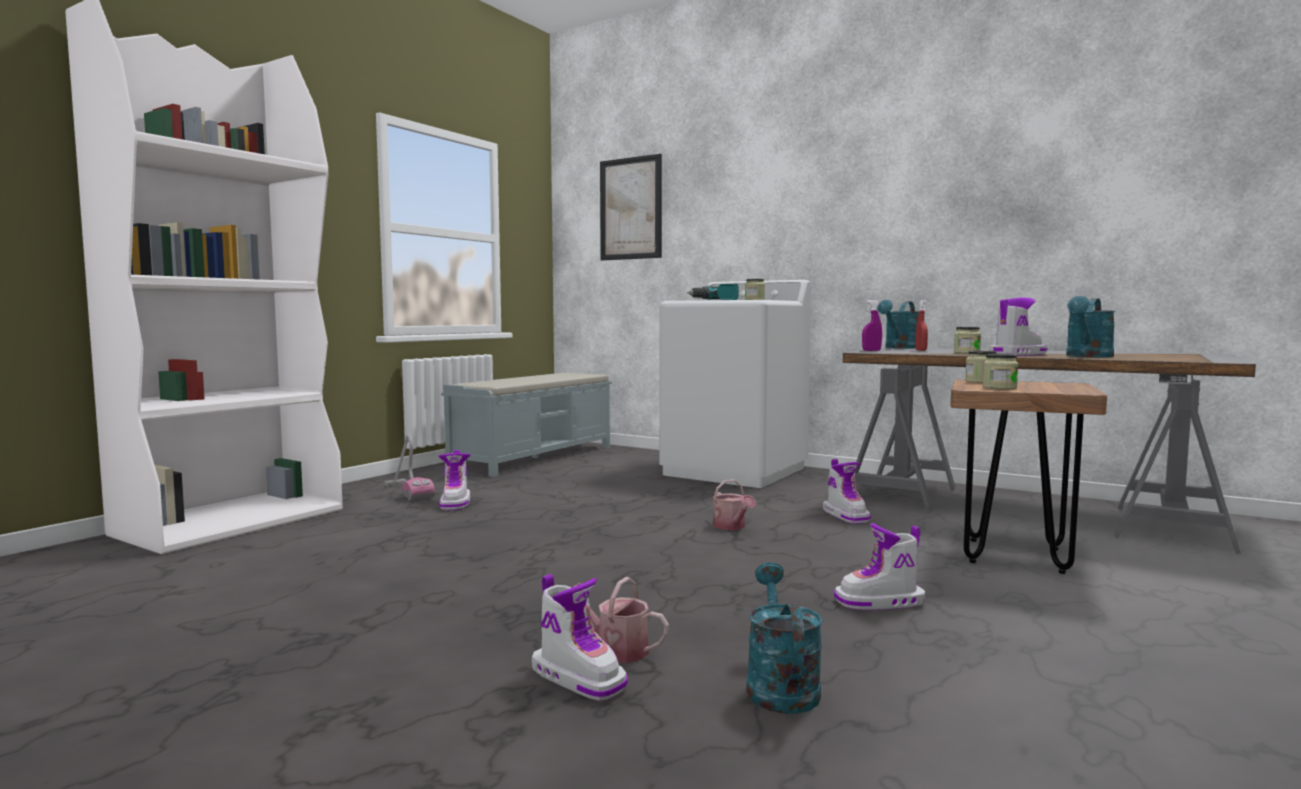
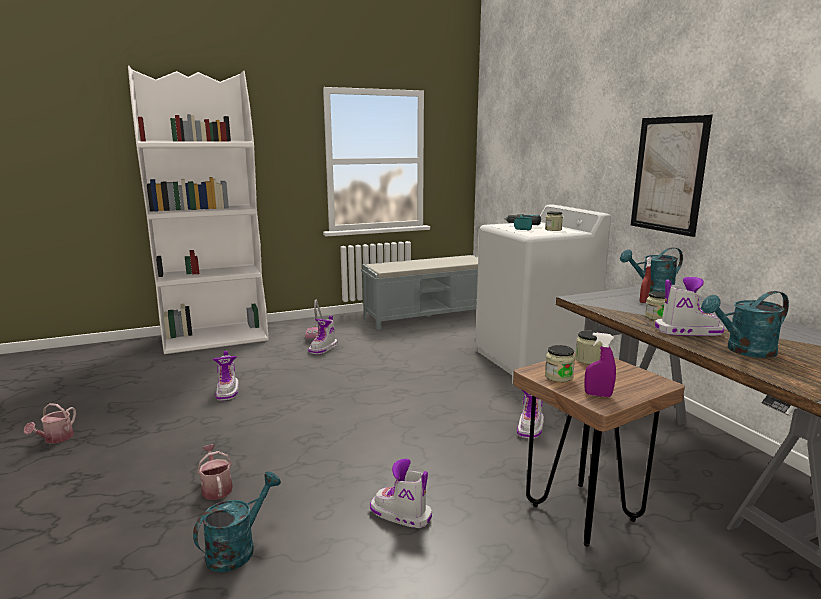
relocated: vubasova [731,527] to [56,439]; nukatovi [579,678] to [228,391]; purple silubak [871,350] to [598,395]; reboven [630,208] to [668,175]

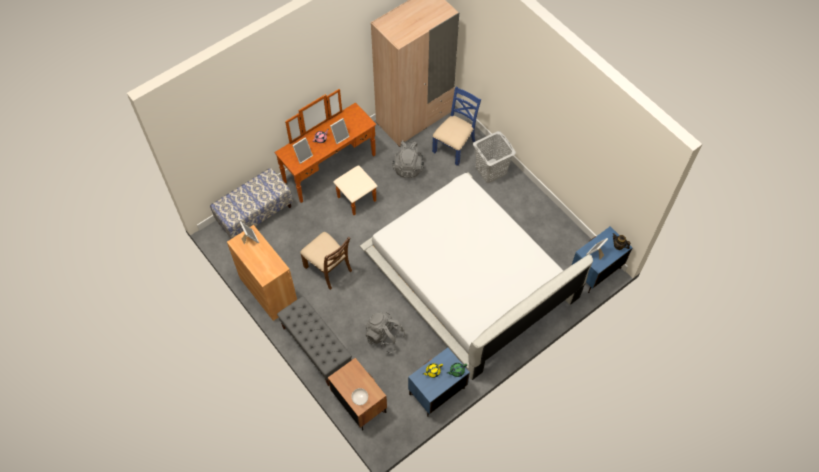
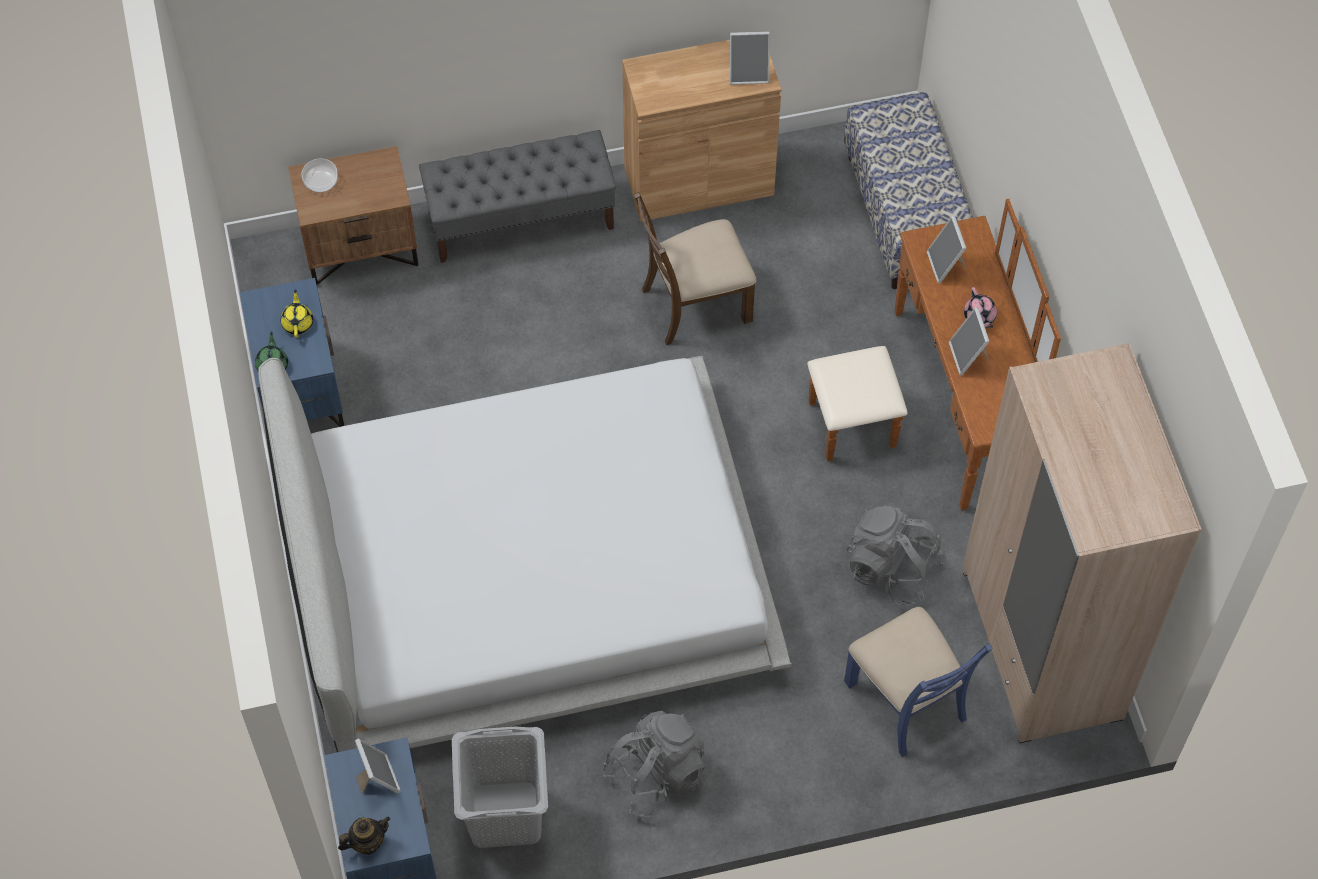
relocated: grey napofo [491,171] to [504,815]; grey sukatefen [385,337] to [656,774]

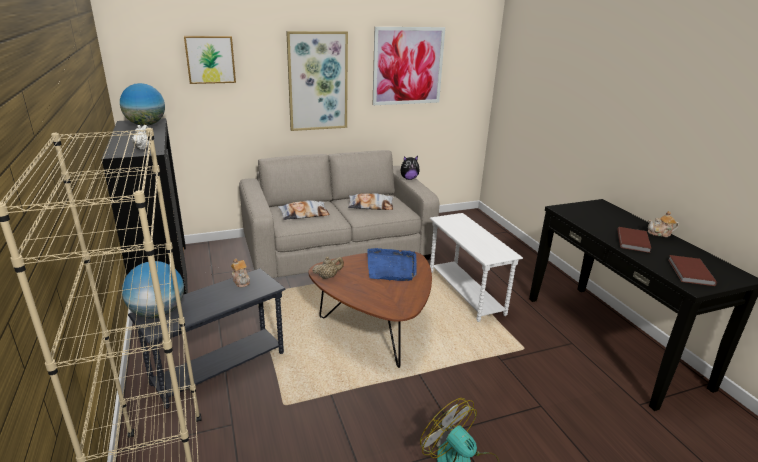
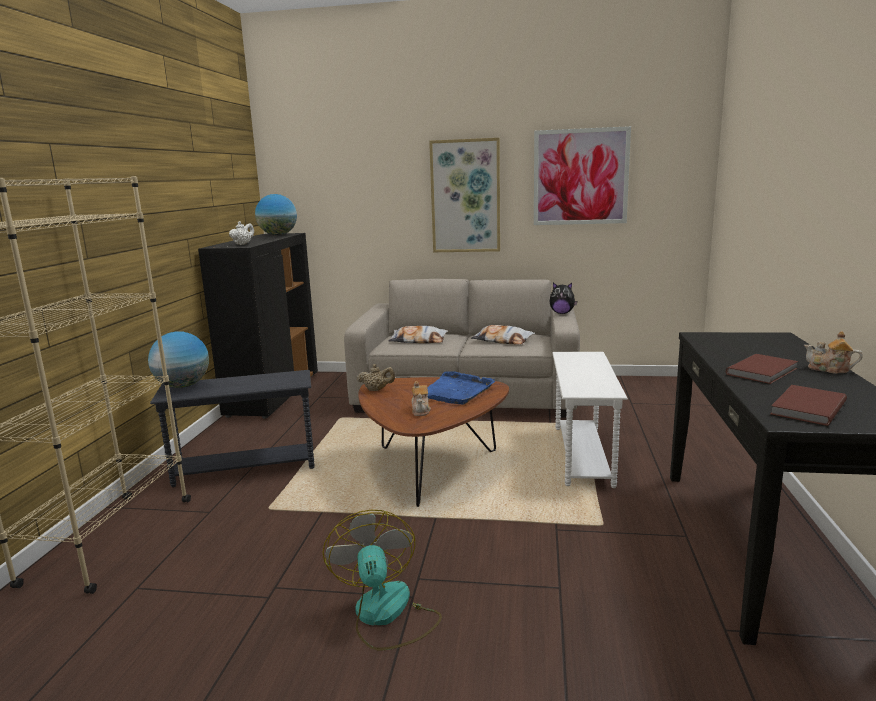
missing: reboven [210,59]
relocated: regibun [241,281] to [421,410]

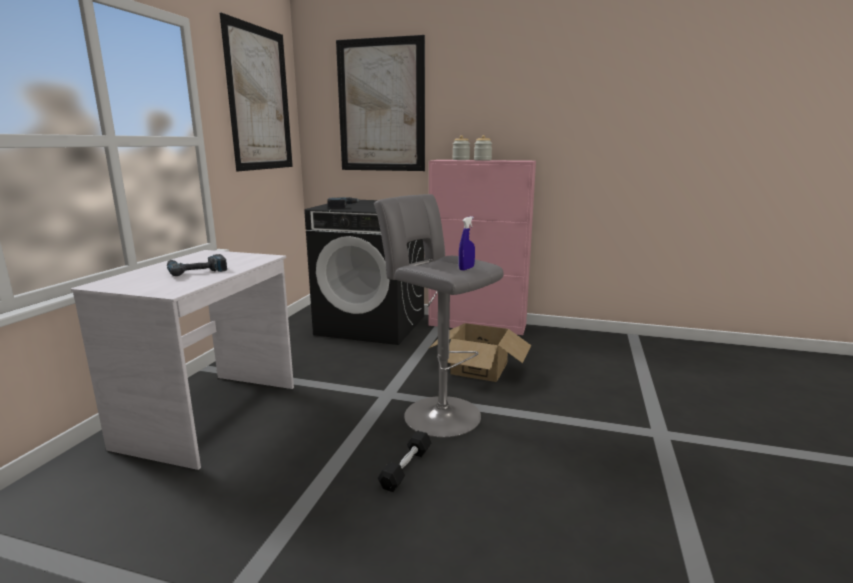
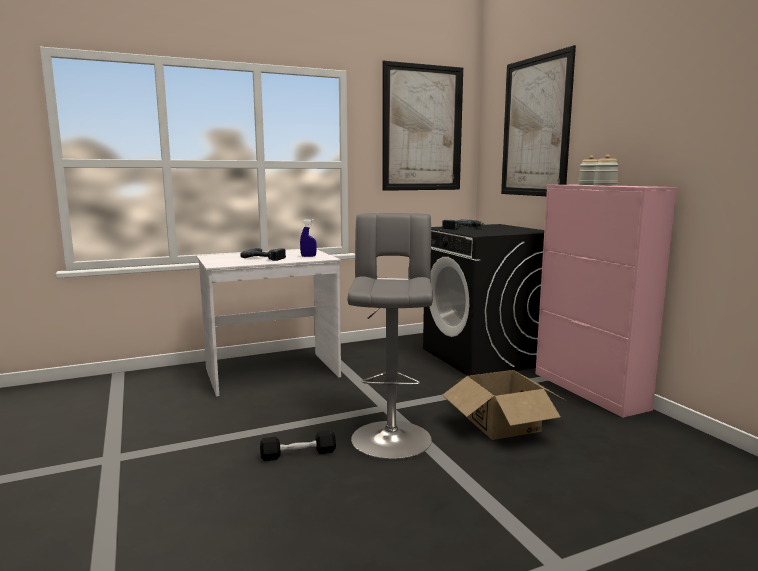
relocated: blue silubak [466,268] to [308,256]

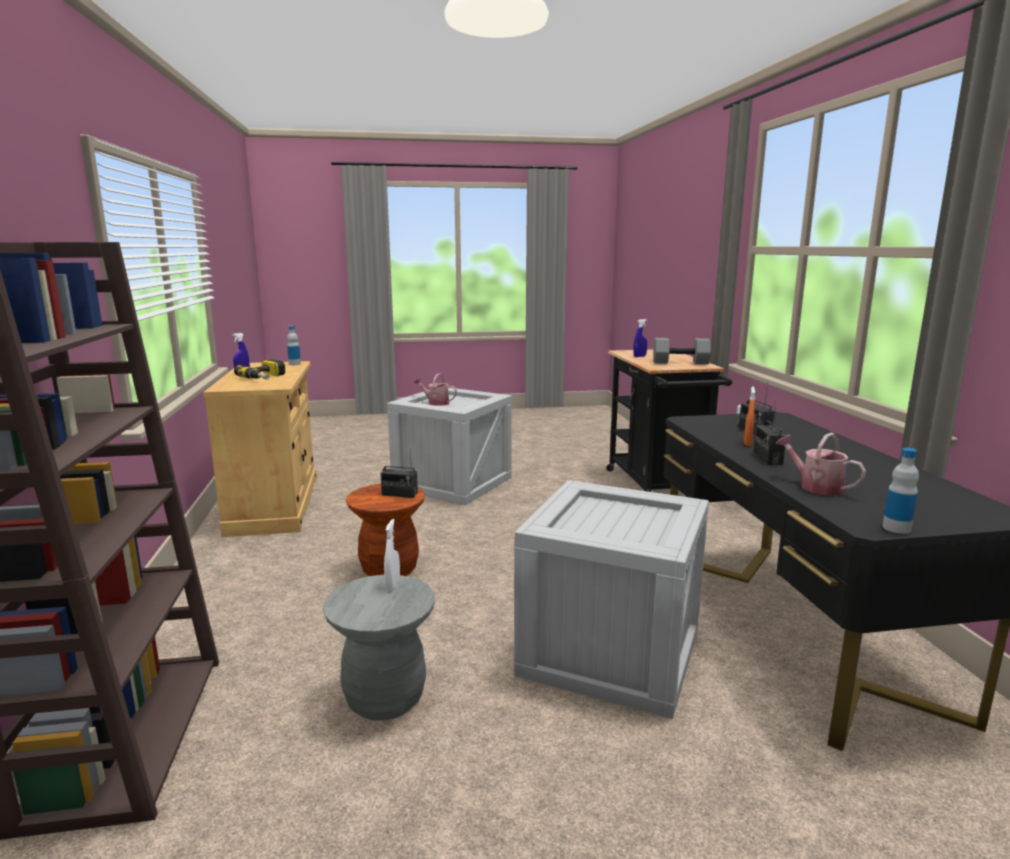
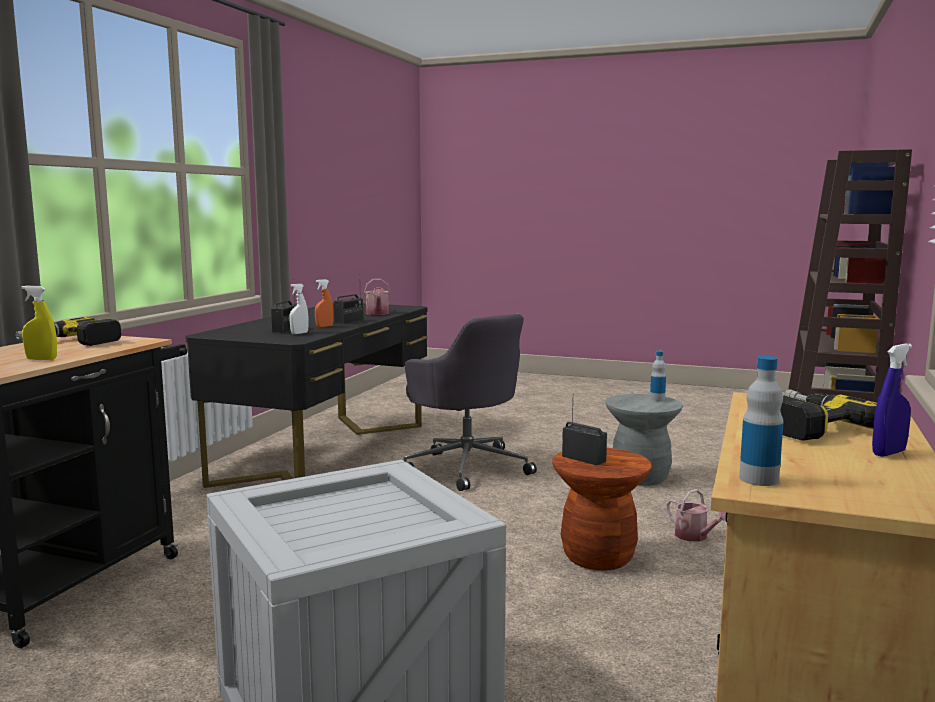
relocated: white silubak [392,585] to [299,333]; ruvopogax [896,528] to [657,399]; vubasova [436,403] to [695,536]
exchanged: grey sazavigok [680,362] to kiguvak [71,343]; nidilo [609,650] to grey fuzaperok [467,467]
colour: blue silubak [639,356] to yellow silubak [41,359]

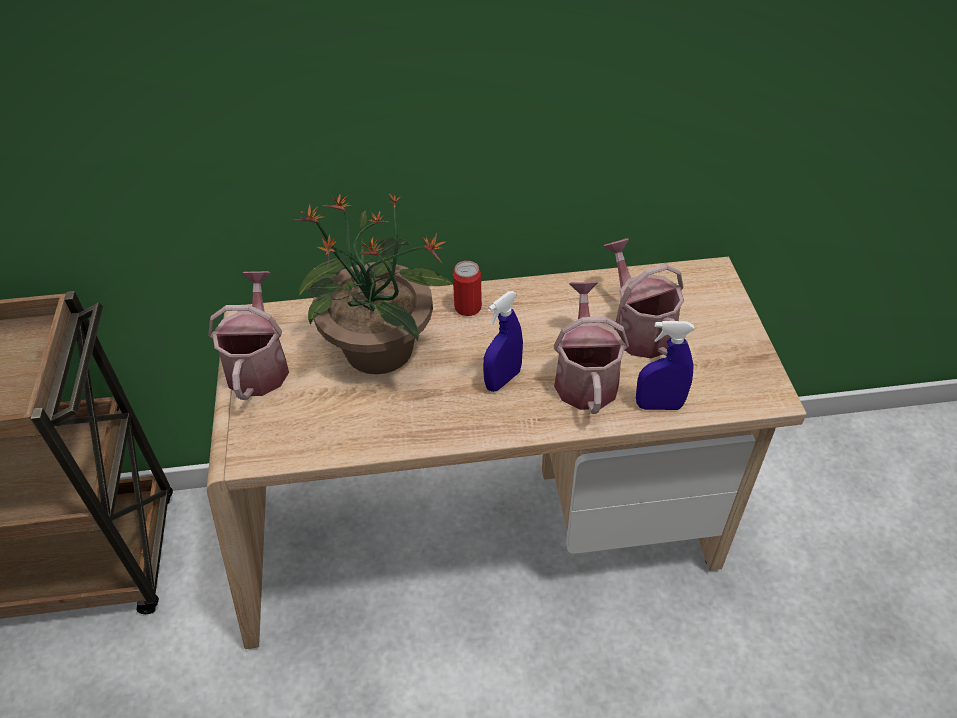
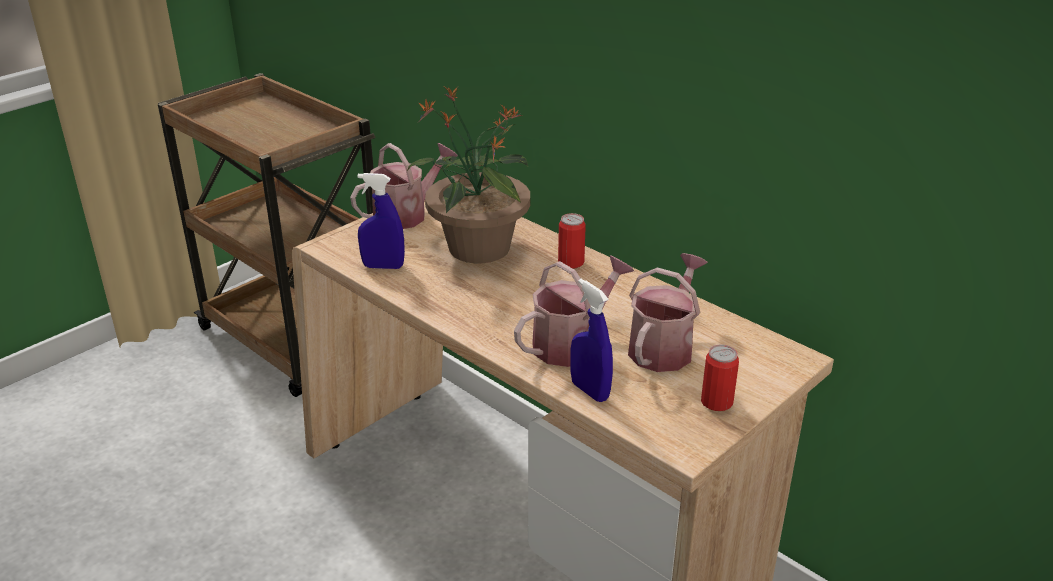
appeared: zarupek [716,402]
relocated: blue silubak [502,380] to [383,266]

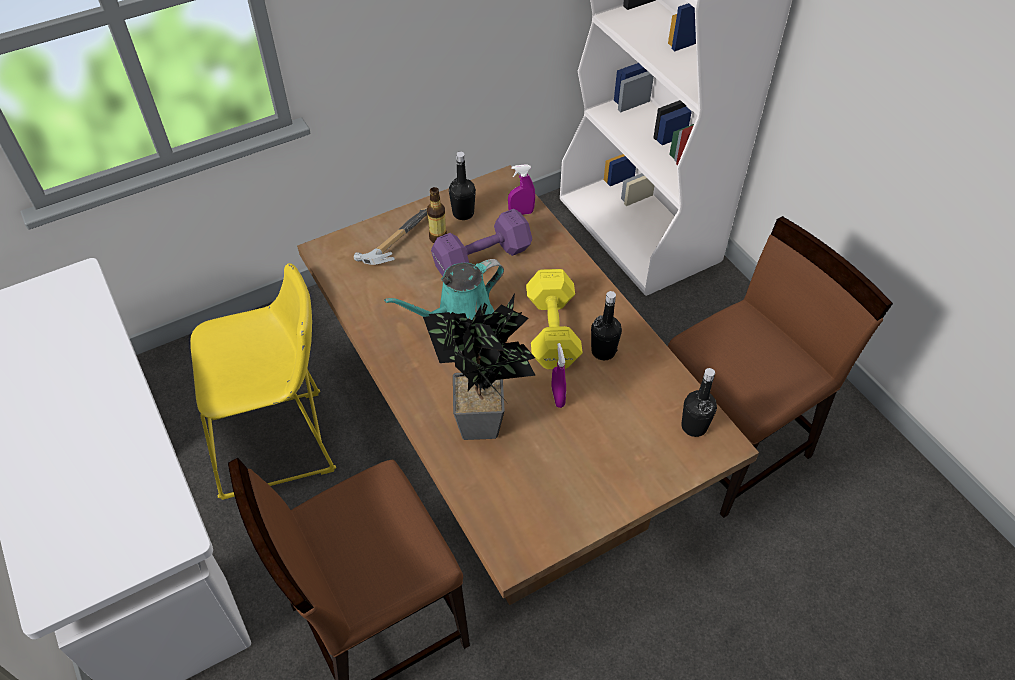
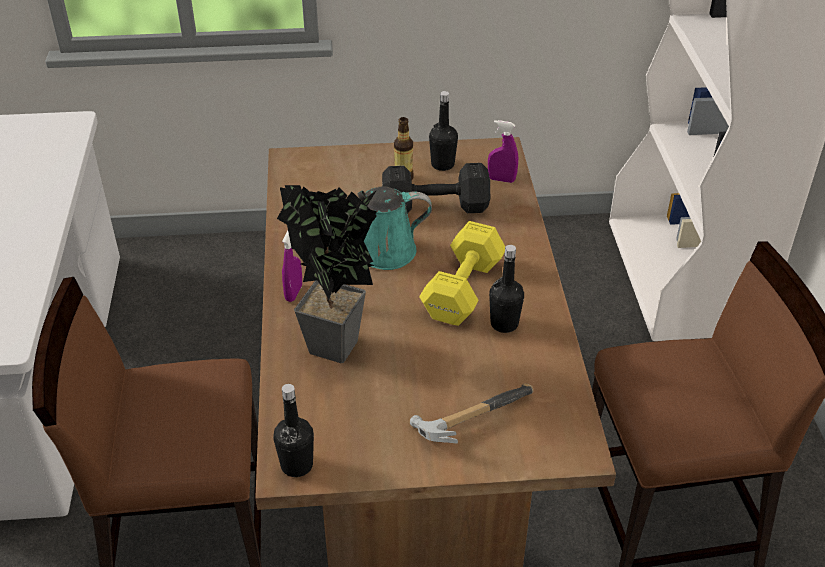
missing: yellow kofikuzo [280,443]
relocated: black ruvopogax [694,426] to [297,465]; purple silubak [558,397] to [293,293]; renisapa [392,243] to [469,418]
colour: purple sazavigok [480,258] to black sazavigok [432,206]

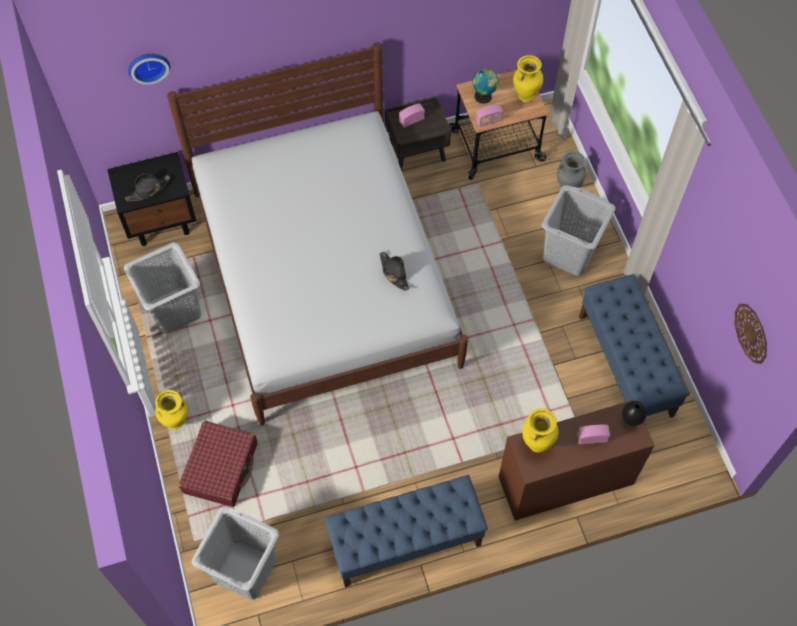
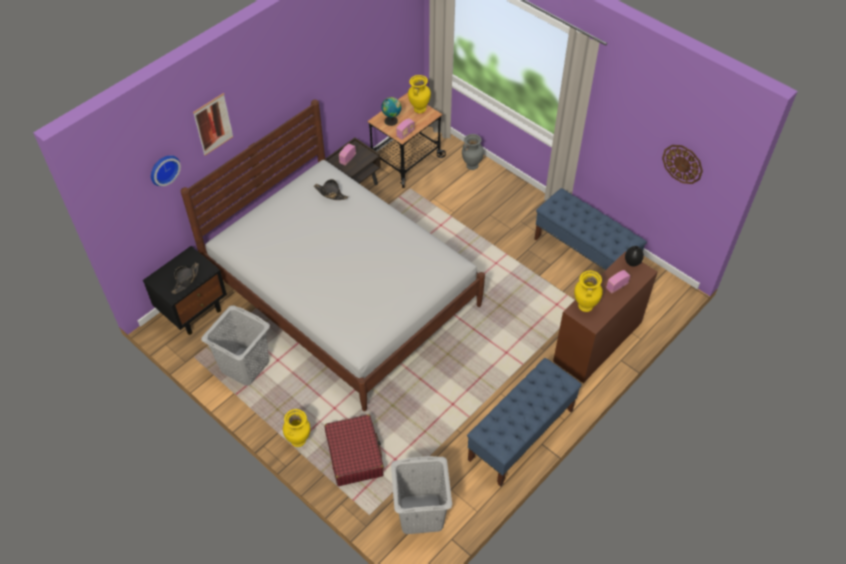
missing: grey napofo [569,253]
appeared: reboven [213,124]
relocated: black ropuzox [393,273] to [330,193]

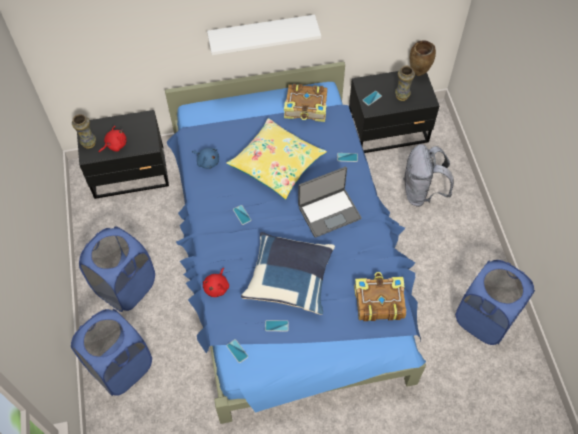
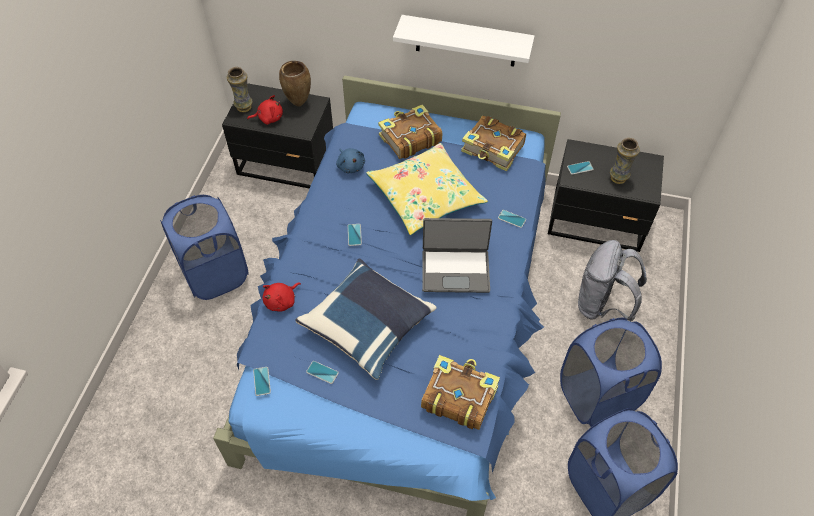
appeared: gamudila [409,138]
relocated: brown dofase [418,74] to [298,104]; blue napofo [120,367] to [597,396]

